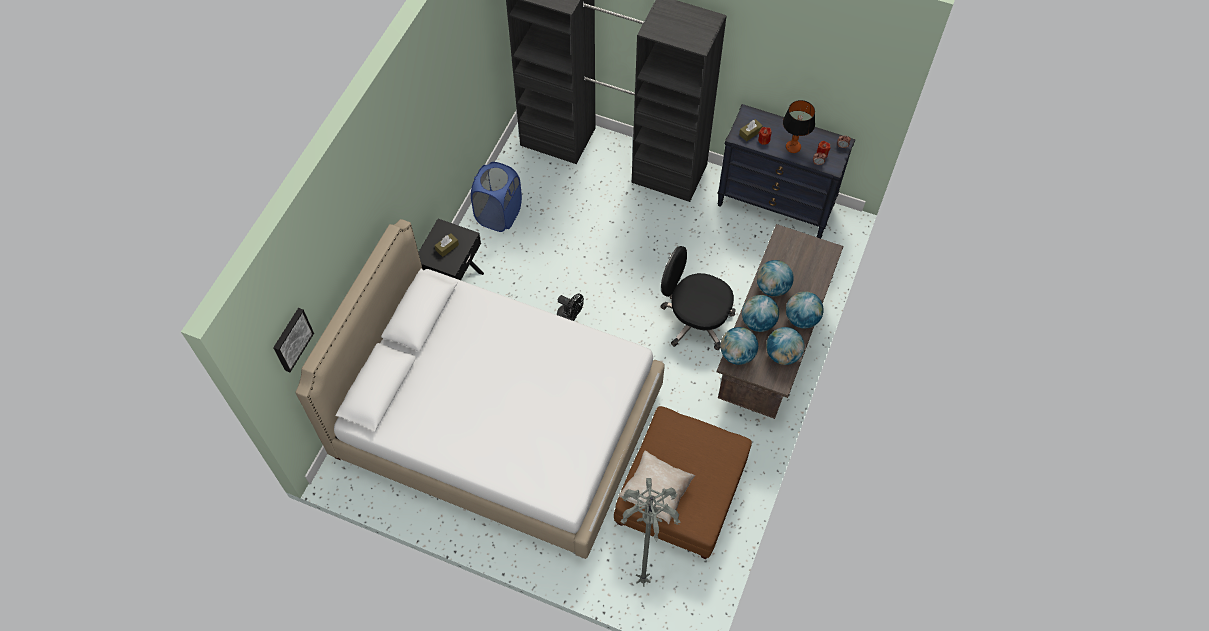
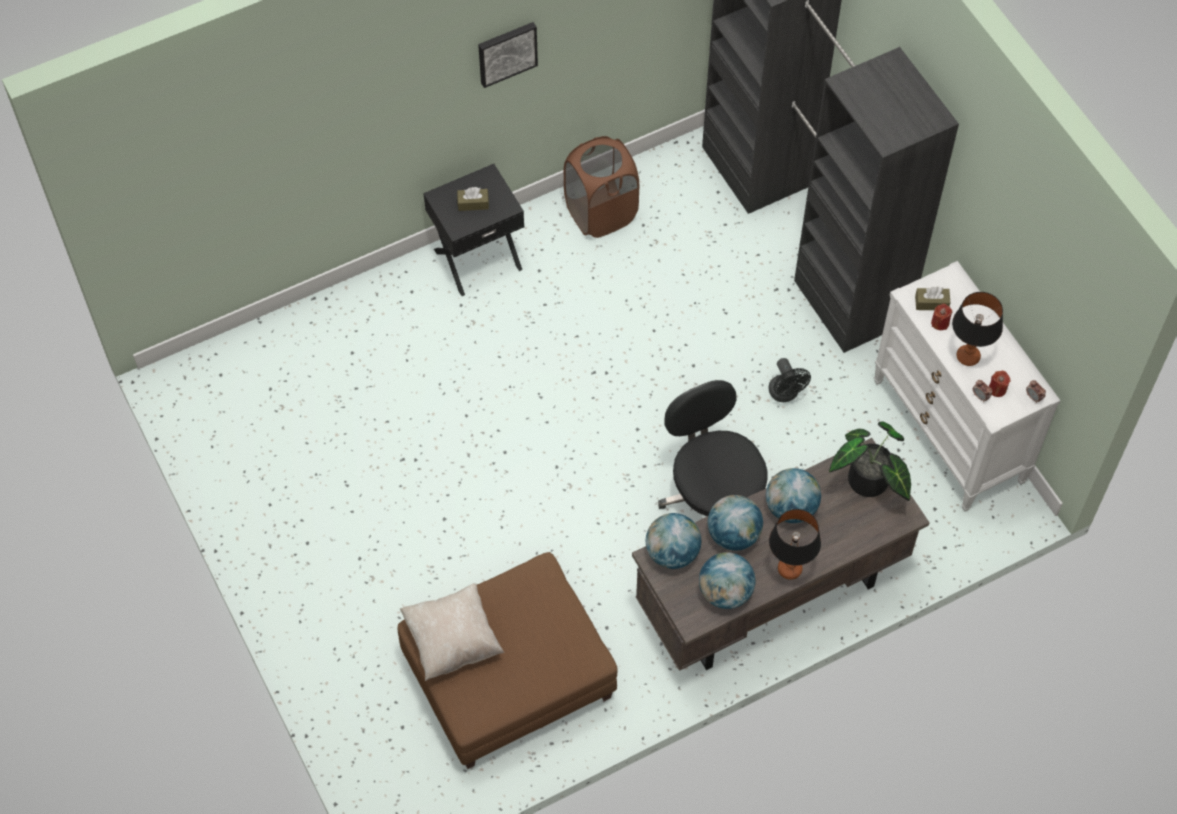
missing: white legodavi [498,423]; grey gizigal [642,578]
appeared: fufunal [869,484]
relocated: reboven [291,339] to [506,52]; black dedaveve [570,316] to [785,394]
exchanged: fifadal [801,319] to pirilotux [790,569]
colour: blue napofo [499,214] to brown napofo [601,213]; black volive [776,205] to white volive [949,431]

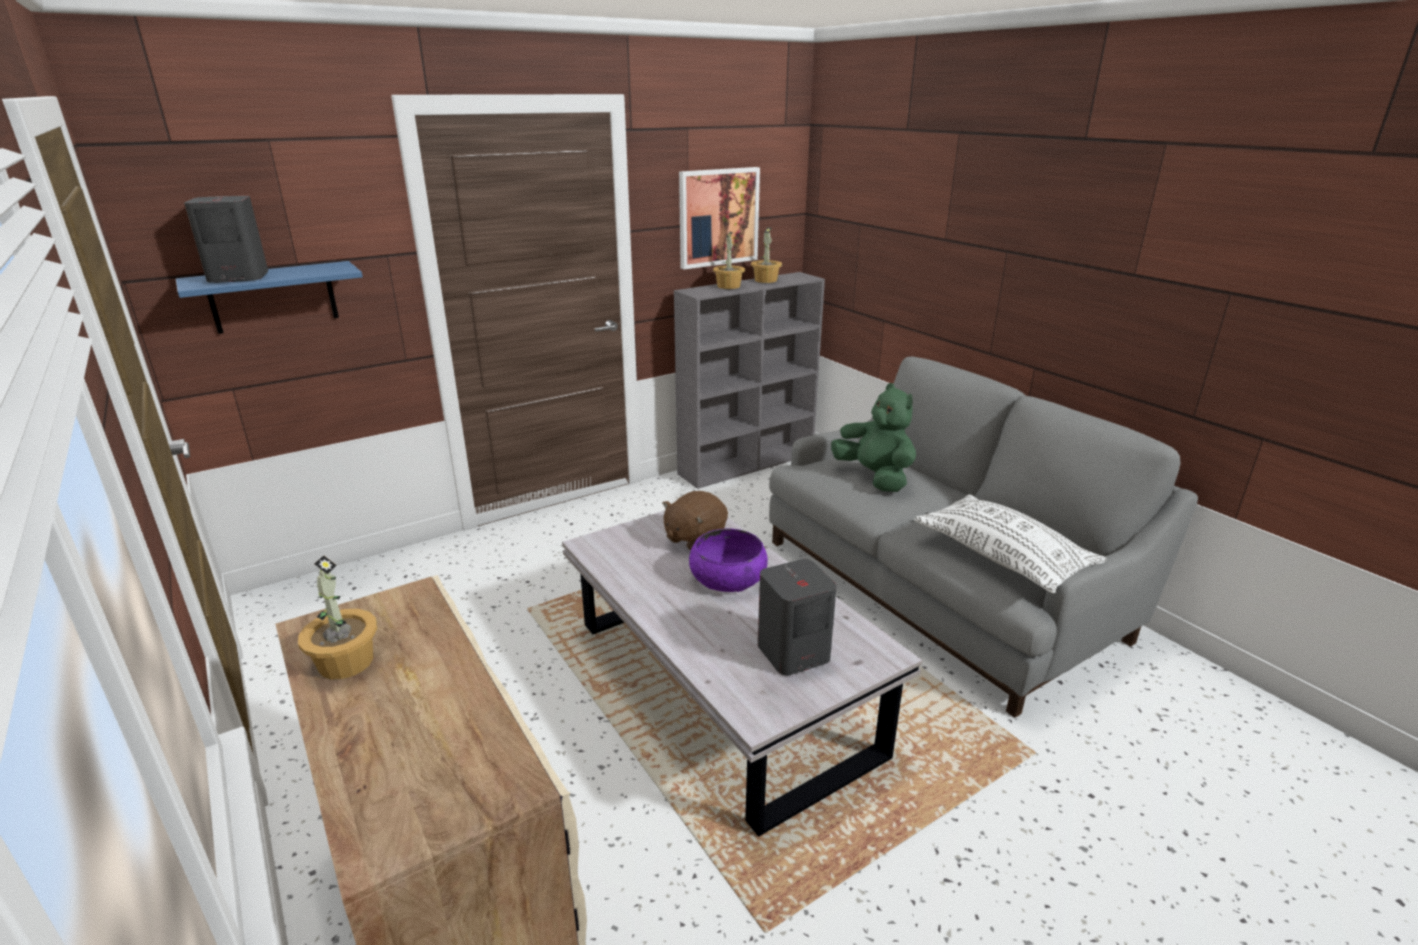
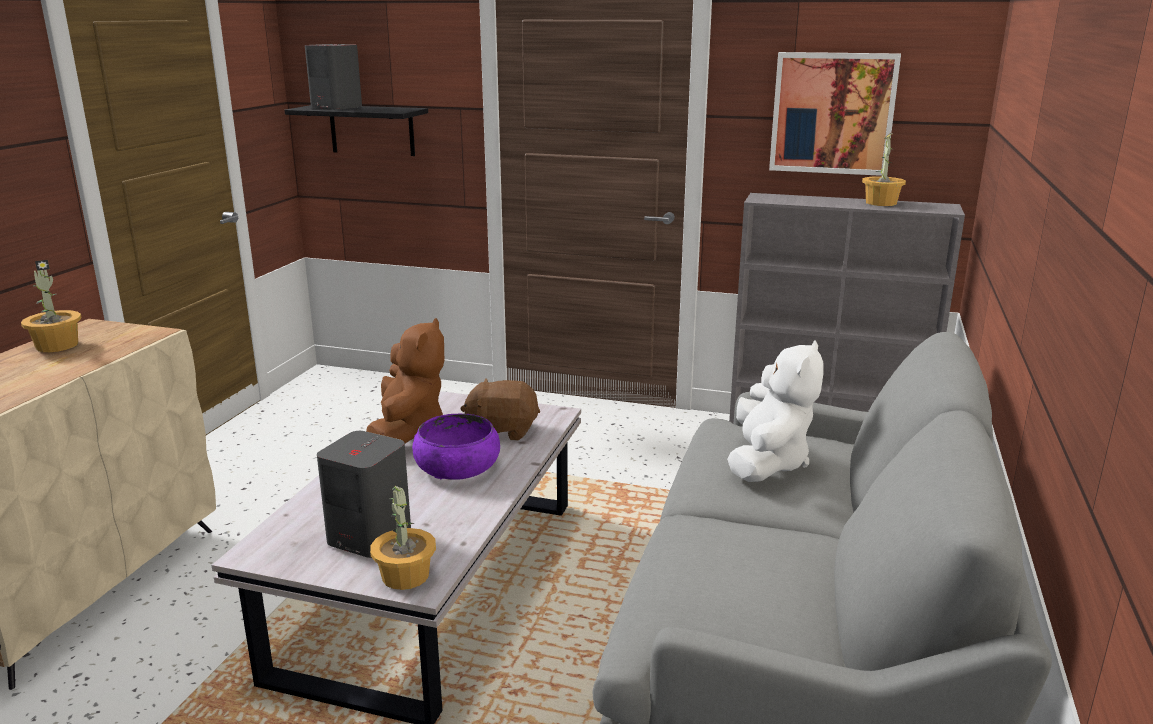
missing: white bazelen [1002,557]
appeared: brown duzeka [408,432]
relocated: fufunal [729,286] to [406,576]
colour: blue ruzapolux [273,297] to black ruzapolux [372,130]; green duzeka [874,477] to white duzeka [767,462]

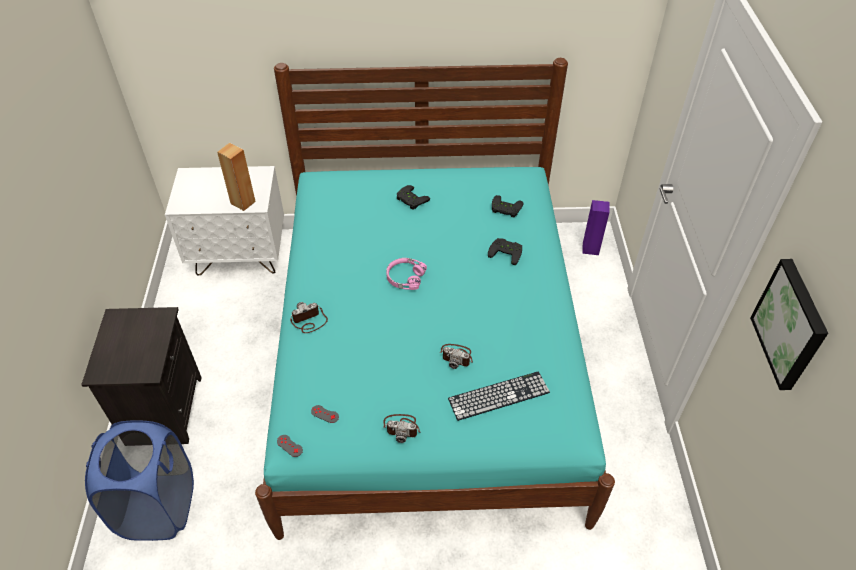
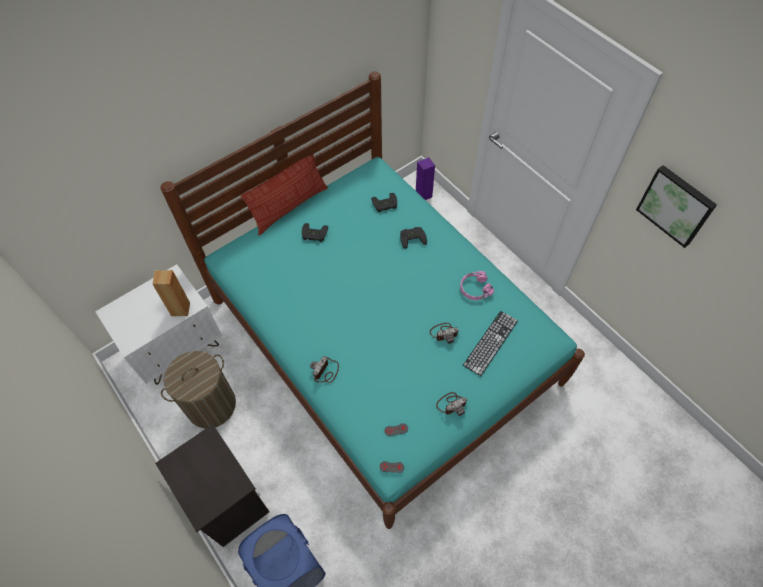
appeared: napofo [211,404]; bazelen [289,207]
relocated: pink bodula [405,277] to [474,288]

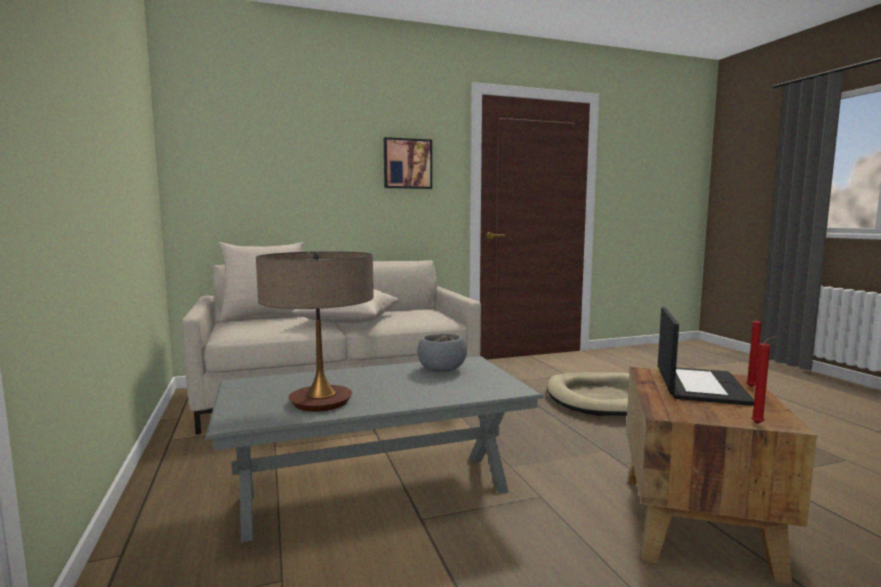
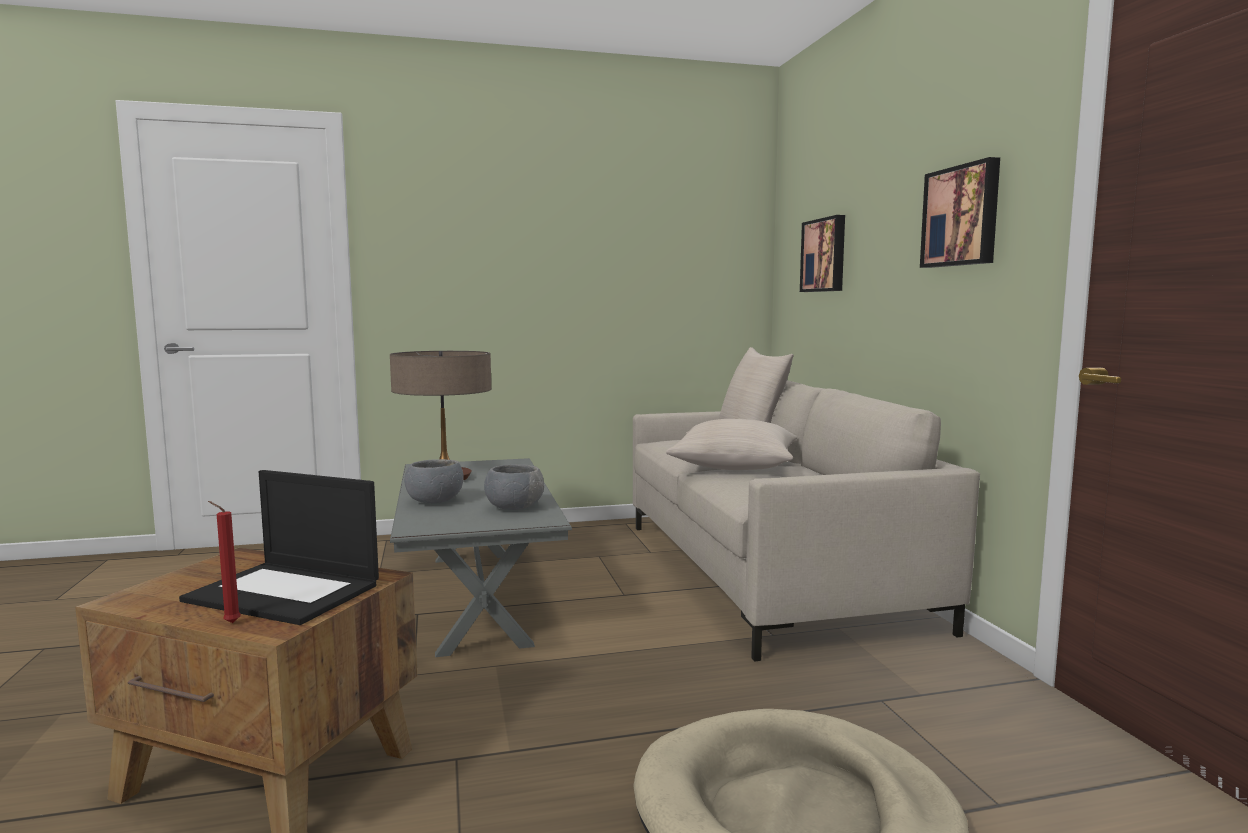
missing: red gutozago [759,424]
appeared: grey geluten [435,501]; reboven [825,255]

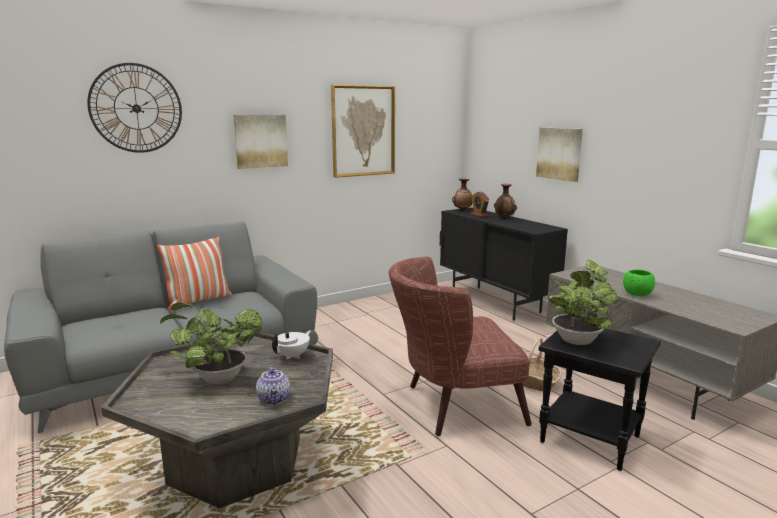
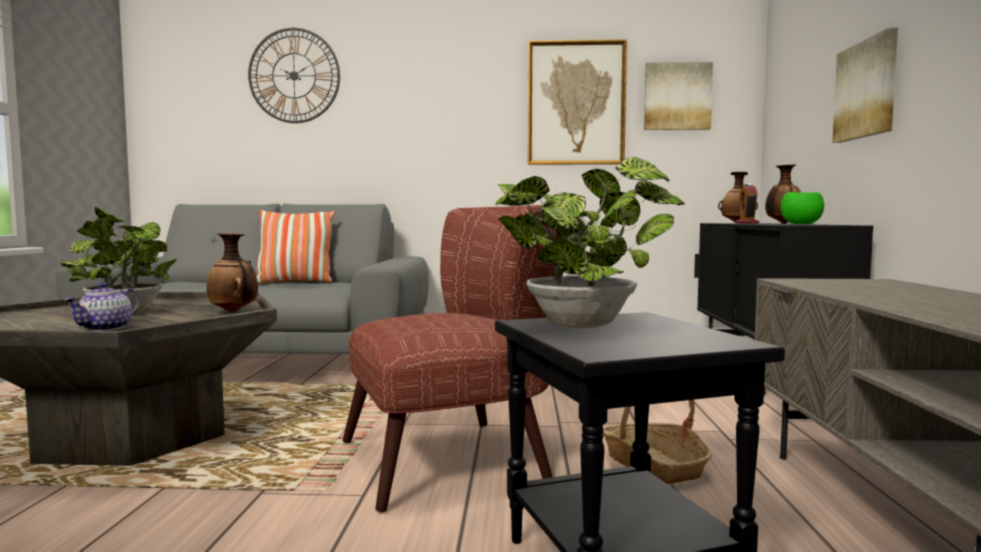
relocated: reboven [260,141] to [677,96]; green geluten [637,294] to [801,224]
exchanged: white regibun [293,356] to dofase [234,311]
spun: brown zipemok [452,405] = [465,457] 135 degrees clockwise

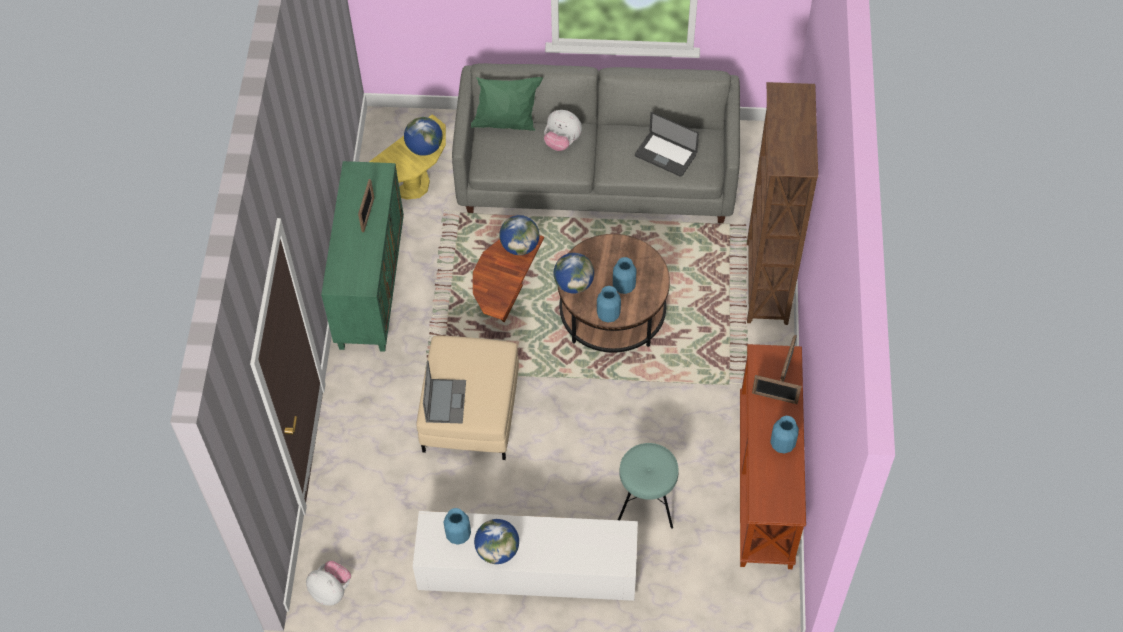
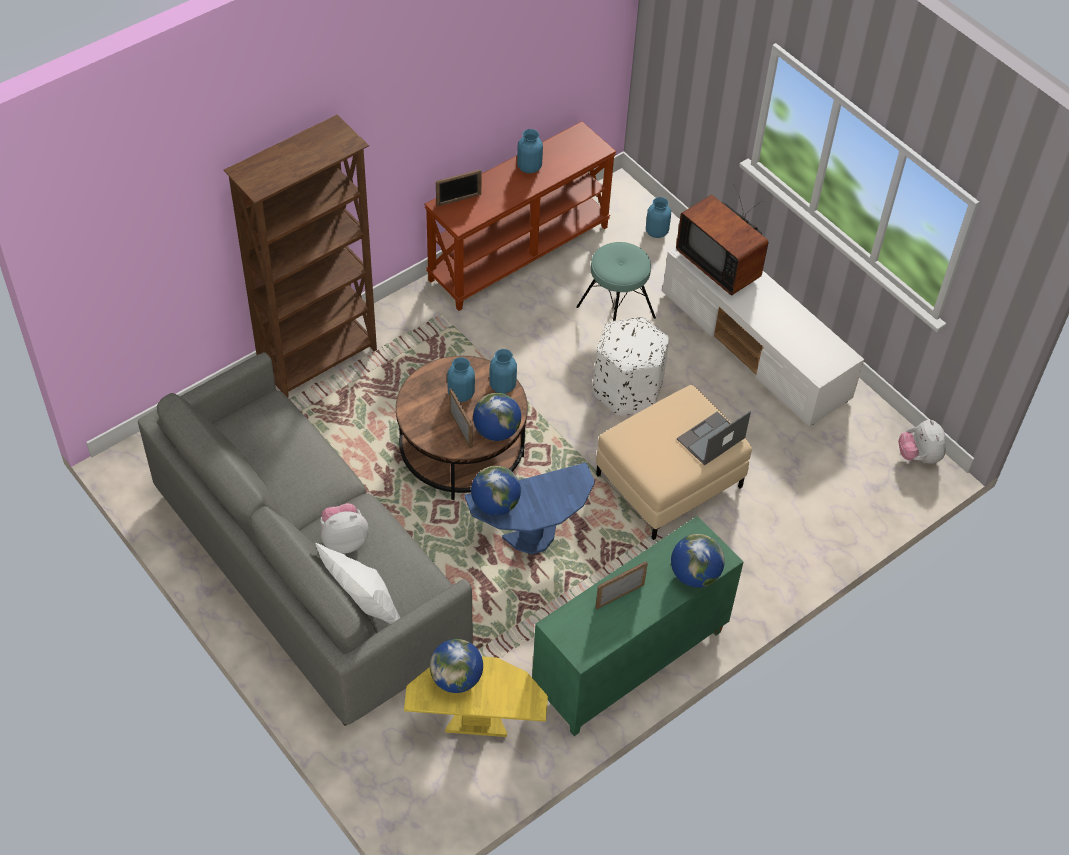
missing: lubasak [665,155]
appeared: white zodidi [628,390]; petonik [721,263]
relocated: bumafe [774,398] to [461,429]; blue dofase [458,534] to [656,231]; fifadal [497,550] to [694,575]
colour: green bazelen [506,123] to white bazelen [364,608]; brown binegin [506,301] to blue binegin [532,538]
spun: duzeka [562,142] = [344,540] 90 degrees counterclockwise

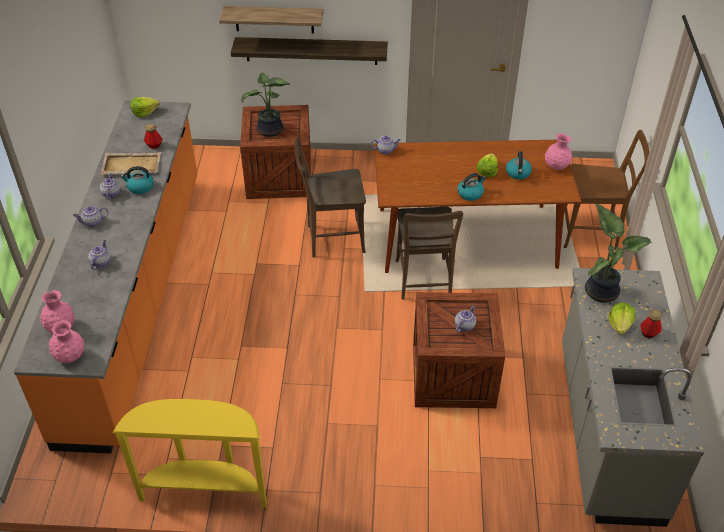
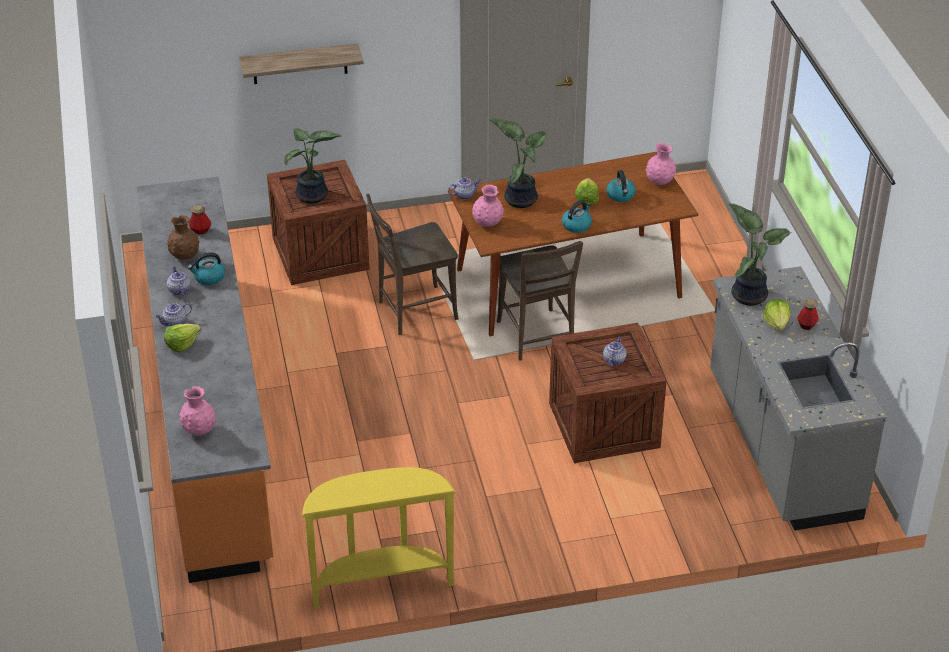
missing: regibun [101,262]; ruzapolux [311,51]; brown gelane [592,233]
appeared: fufunal [520,198]
relocated: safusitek [144,112] to [181,344]; pink dofase [70,356] to [487,223]
exchanged: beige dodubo [130,165] to brown dofase [185,256]

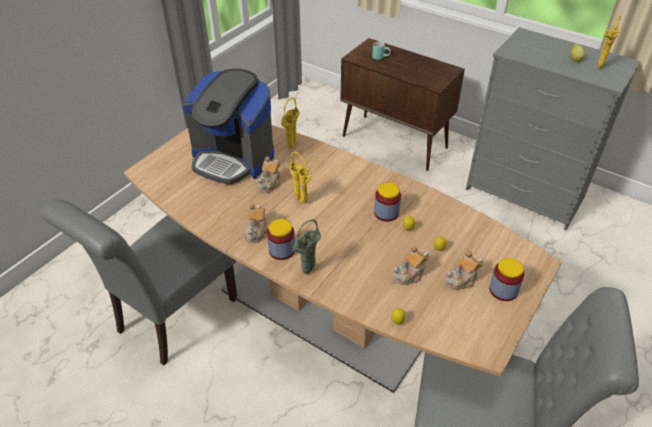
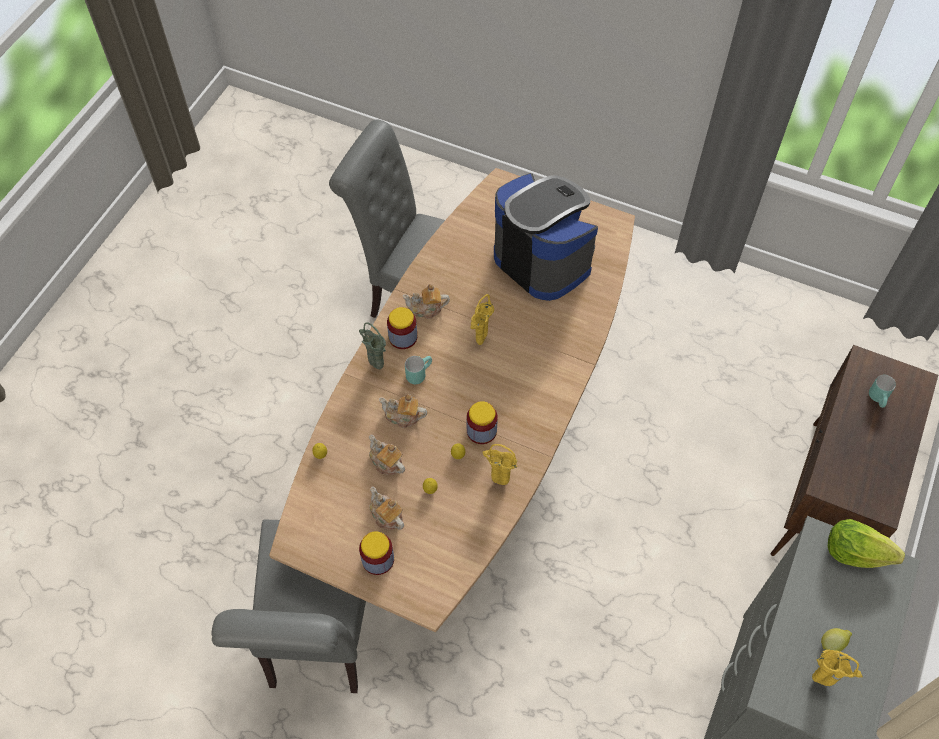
appeared: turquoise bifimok [418,373]; safusitek [855,552]
relocated: regibun [270,183] to [403,416]; yellow dofase [291,148] to [498,482]
spun: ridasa [233,158] = [543,259] 120 degrees clockwise

